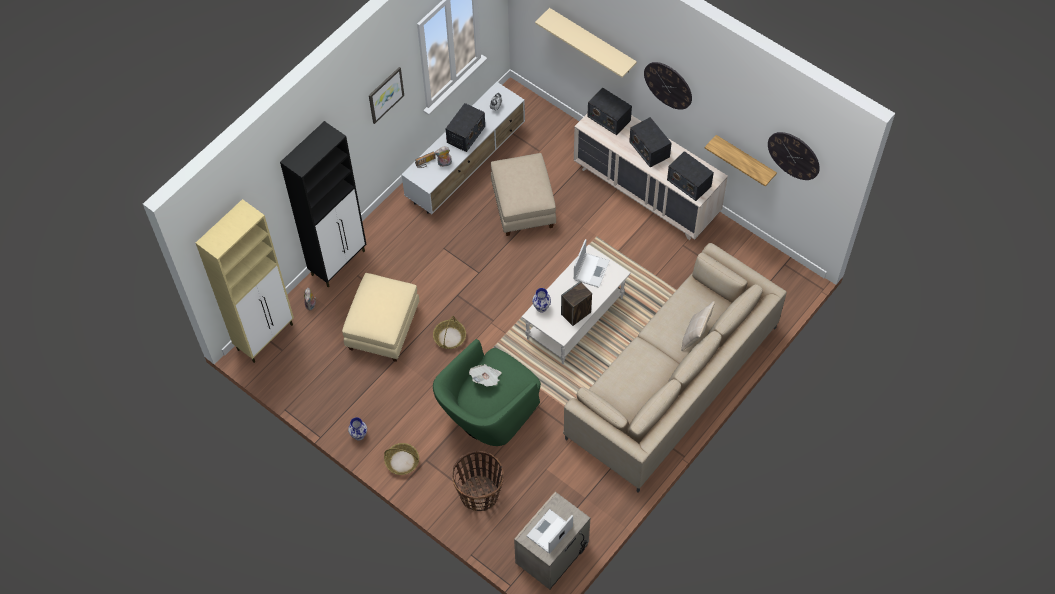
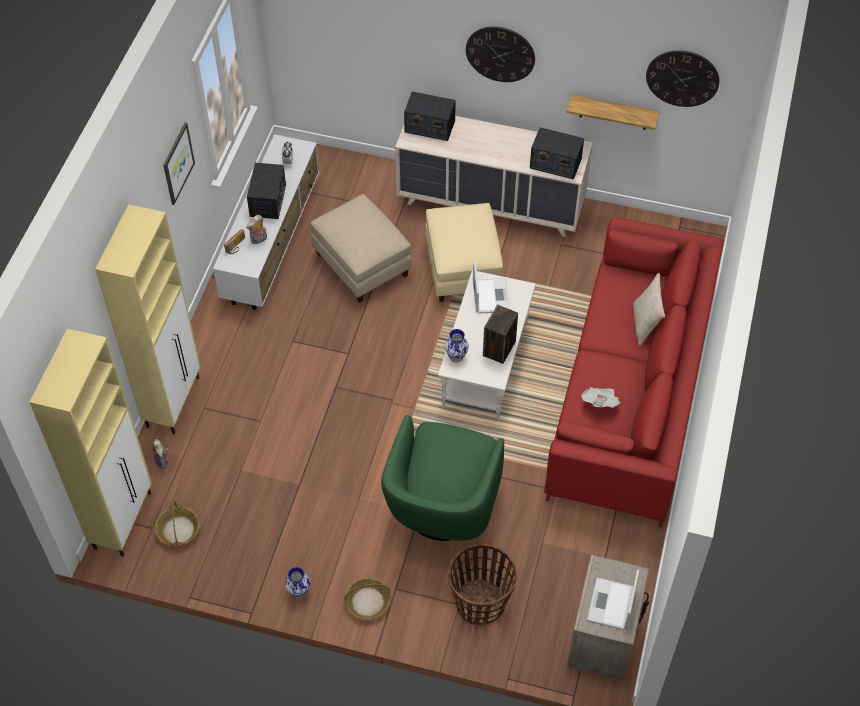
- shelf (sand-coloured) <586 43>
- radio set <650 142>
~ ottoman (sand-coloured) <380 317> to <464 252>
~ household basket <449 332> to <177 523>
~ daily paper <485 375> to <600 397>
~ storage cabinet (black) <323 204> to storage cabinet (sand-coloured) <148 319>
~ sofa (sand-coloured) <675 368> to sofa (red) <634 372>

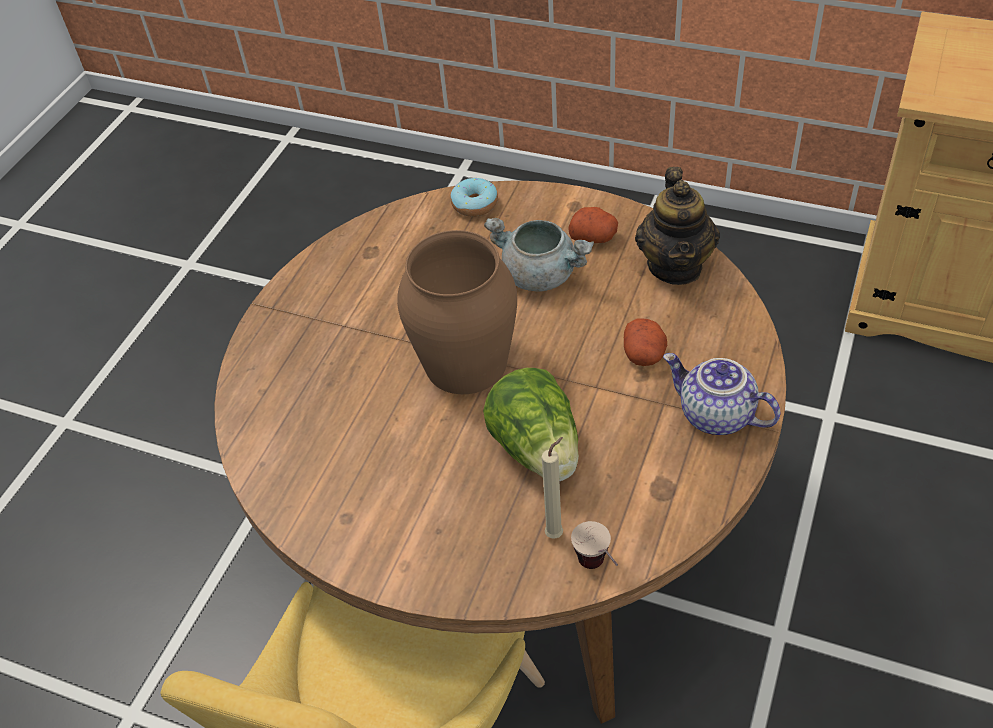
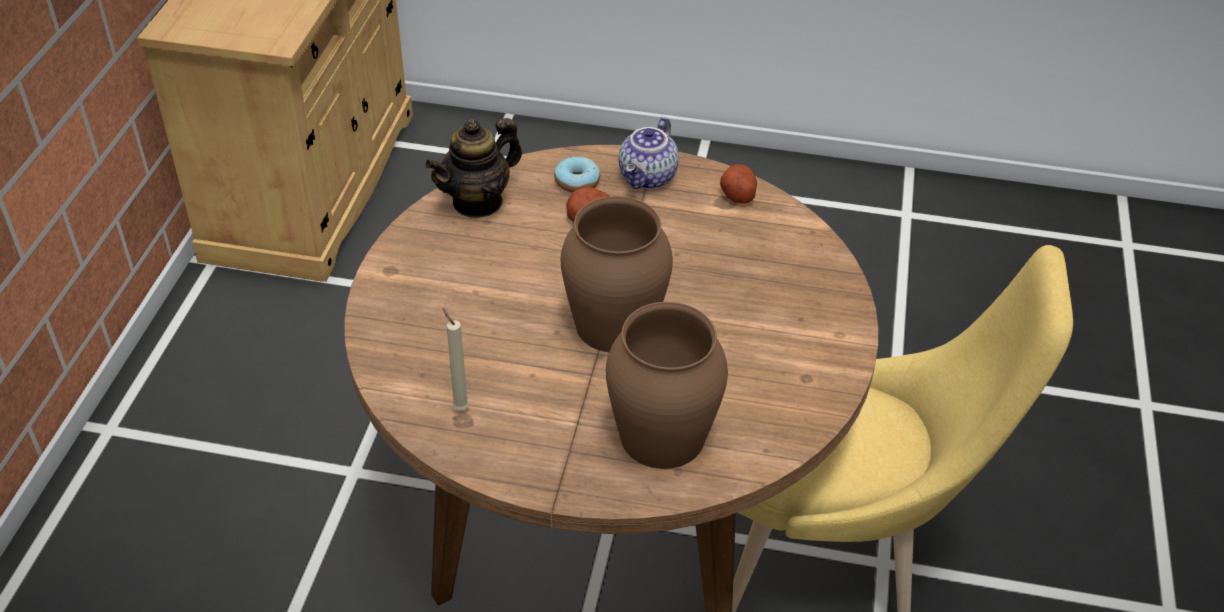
- lettuce <531 424>
- saucepot (grey) <539 254>
- small cup <594 545>
+ flower vase (brown-coloured) <667 385>
~ ring doughnut <474 197> to <577 174>
~ candle (sand-coloured) <552 488> to <455 359>
~ whole potato <593 225> to <738 184>
~ teapot <677 226> = <473 168> 150 degrees clockwise

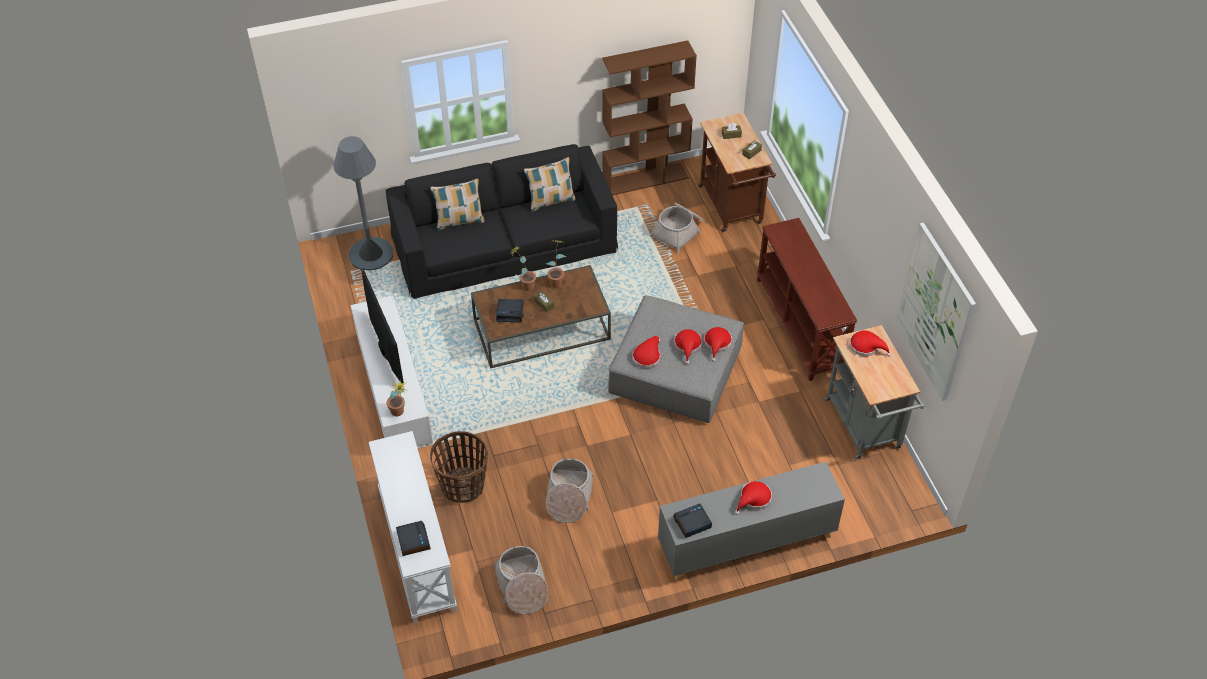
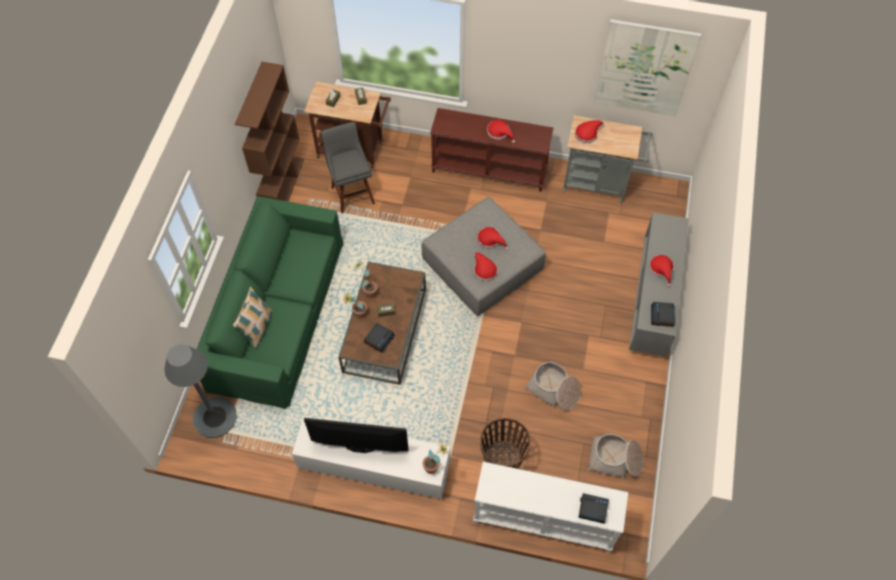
- pillow <549 184>
~ wearable hat (red) <718 344> to <501 131>
~ household basket <677 228> to stool seat (grey) <348 167>
~ sofa (black) <502 221> to sofa (greenish) <270 302>

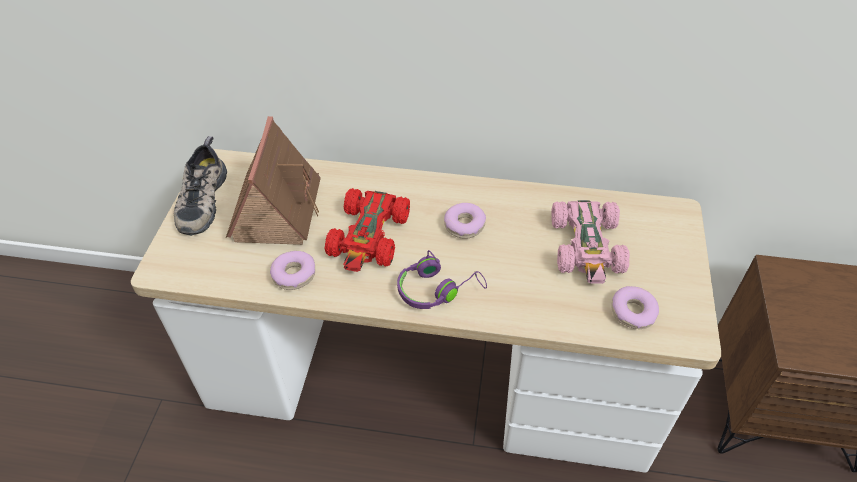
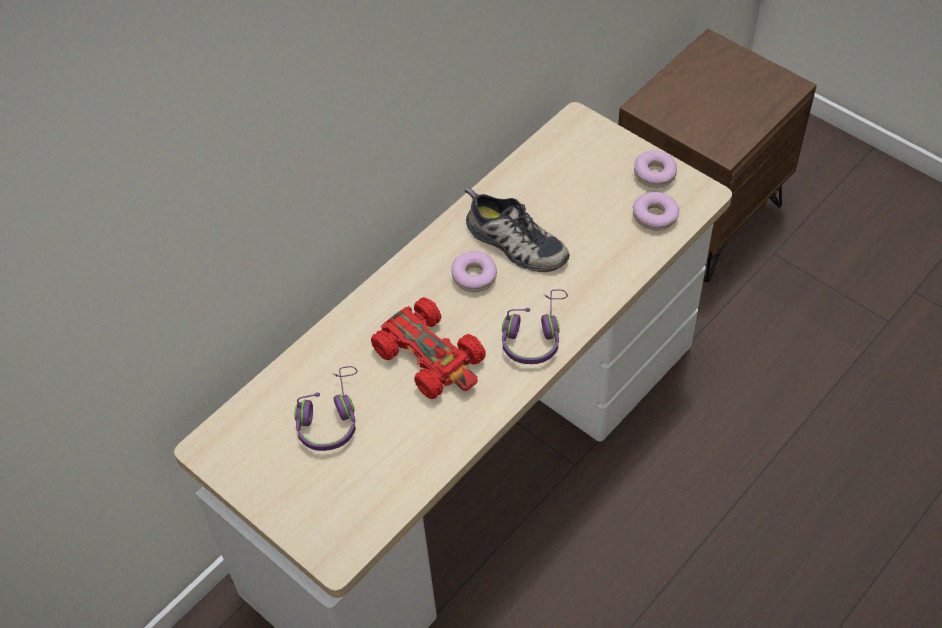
- model car (pink) <590 242>
~ low shoe <200 186> to <517 229>
~ ring doughnut <292 270> to <655 169>
~ model house <273 180> to pair of headphones (purple-coloured) <325 408>

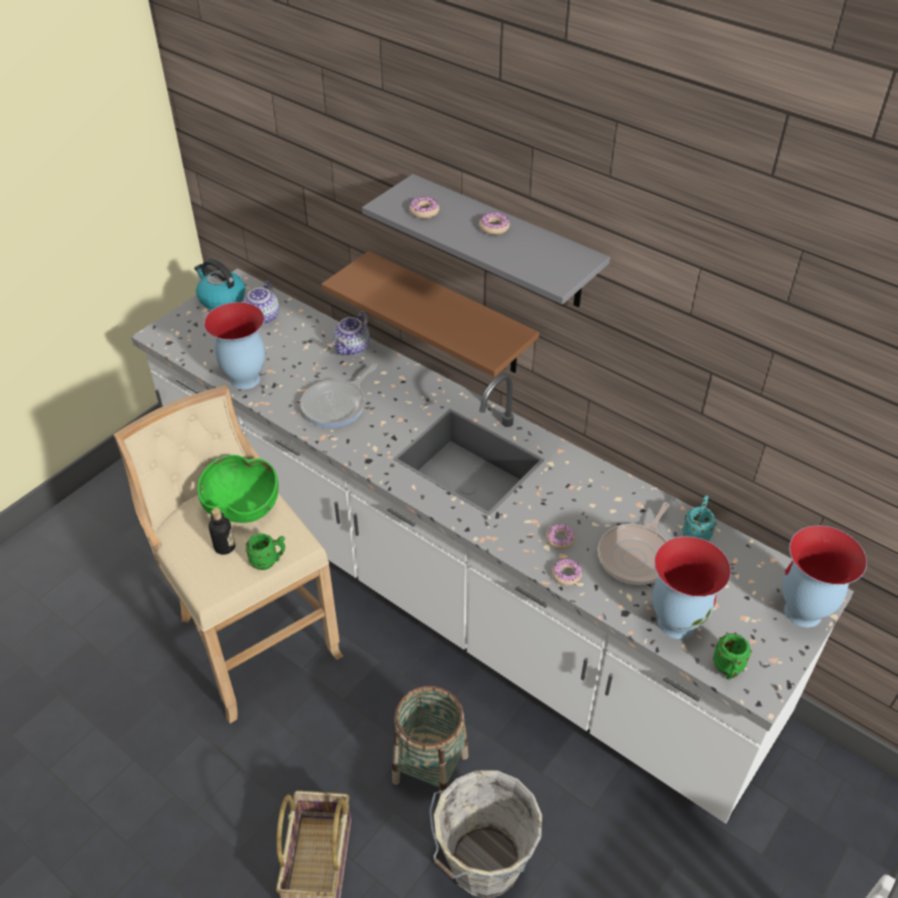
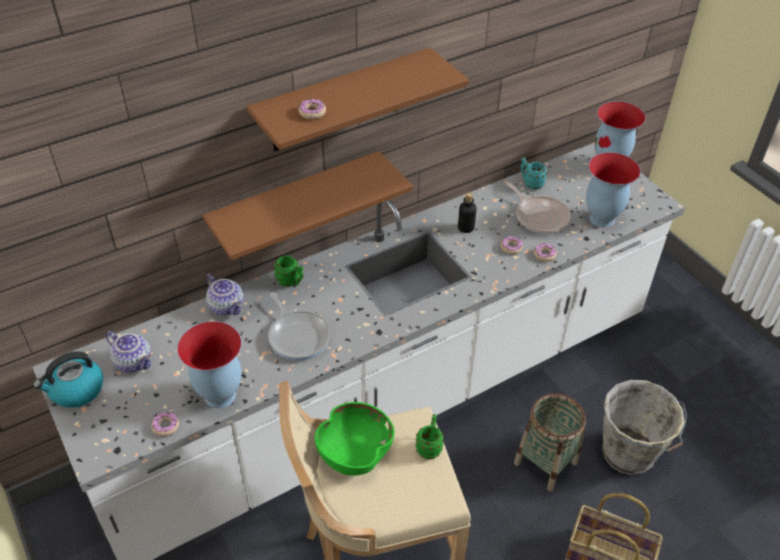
~ drink bottle <222 531> to <467 213>
~ ring doughnut <494 223> to <165 424>
~ tea mug (greenish) <732 657> to <289 271>
~ shelf (grey) <486 240> to shelf (brown-coloured) <358 99>

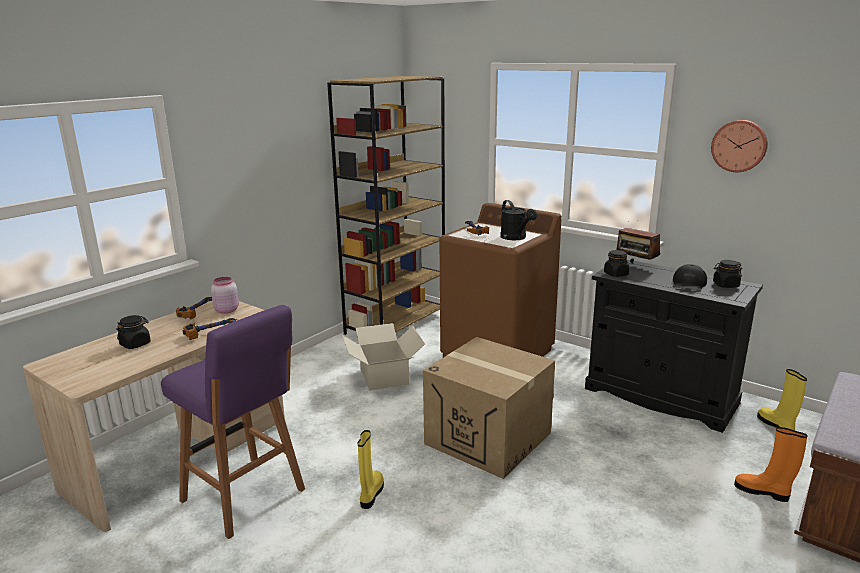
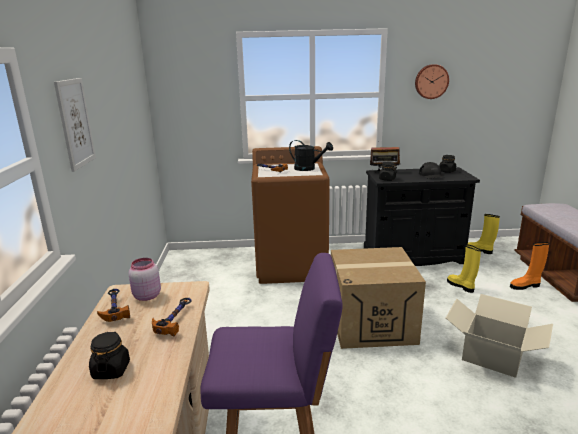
- shelving unit (brown-coloured) <386 205>
+ wall art <75 125>
~ packing box <383 357> to <499 336>
~ high-top boot (yellow) <371 469> to <464 268>

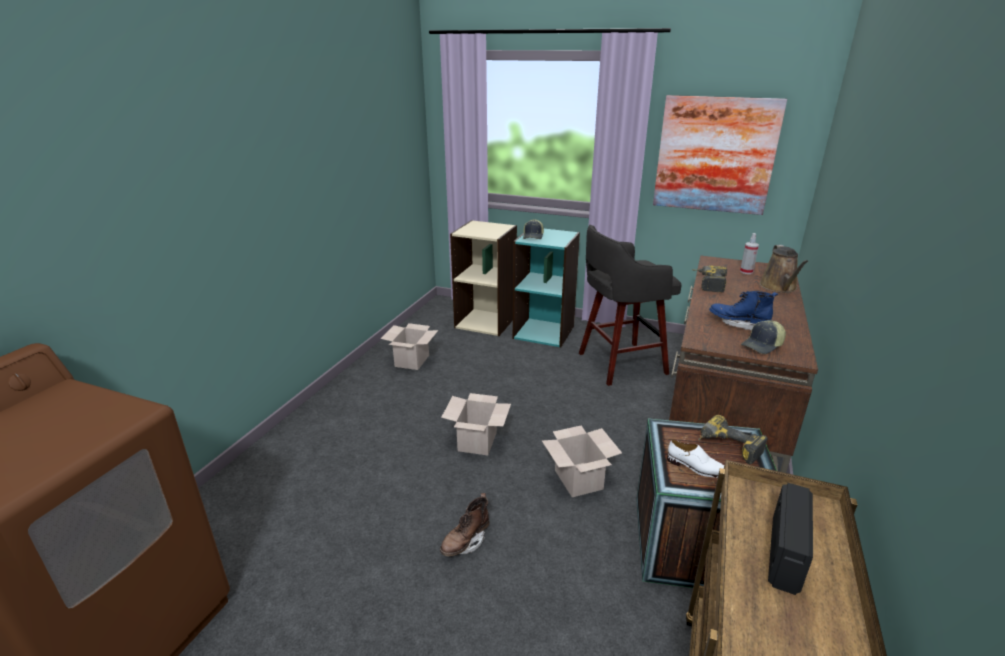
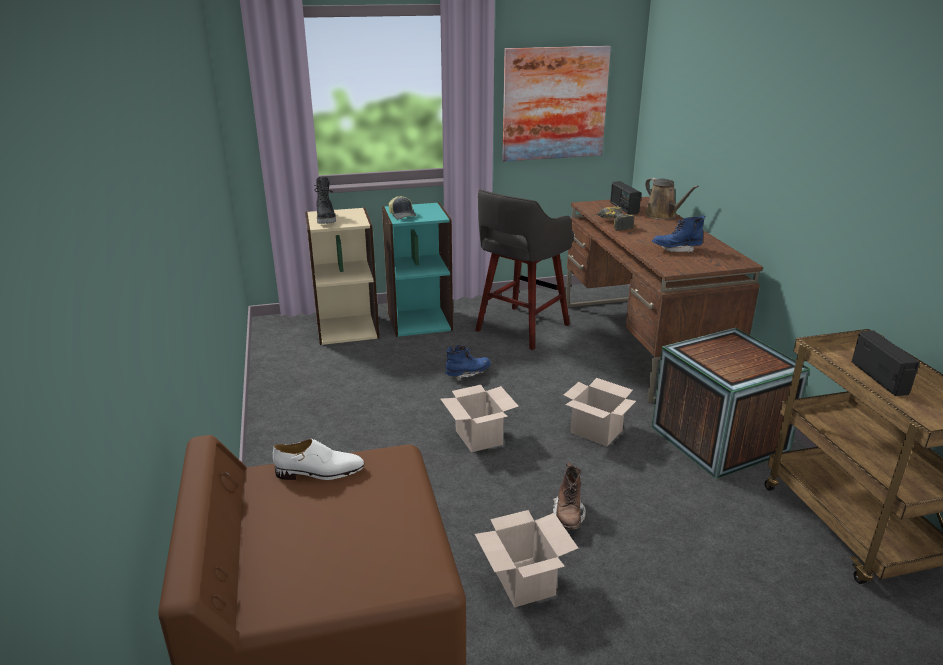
- electric drill <732 439>
- baseball cap <763 337>
+ high-top boot (black) <325 200>
+ high-top boot (blue-coloured) <468 363>
~ packing box <409 346> to <526 559>
~ low shoe (whitish) <695 459> to <319 459>
~ hand sprayer <749 253> to radio set <625 198>

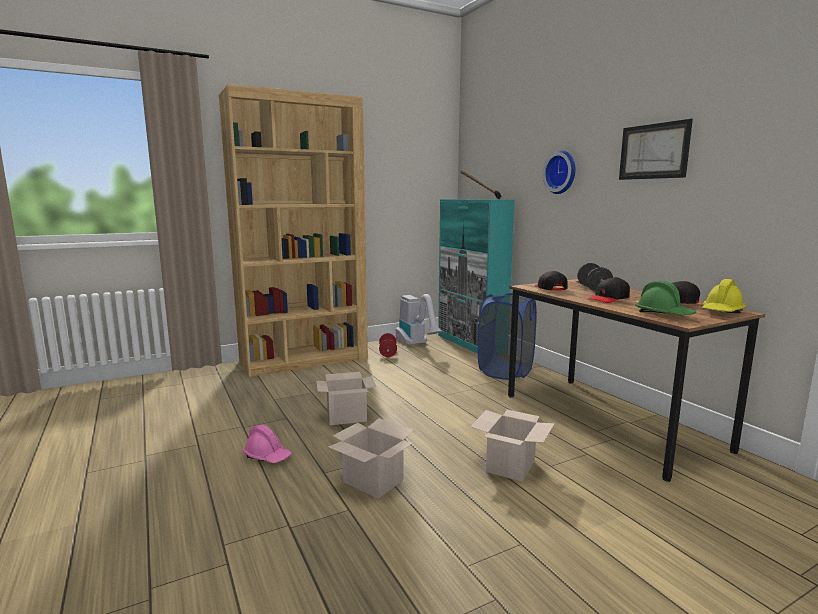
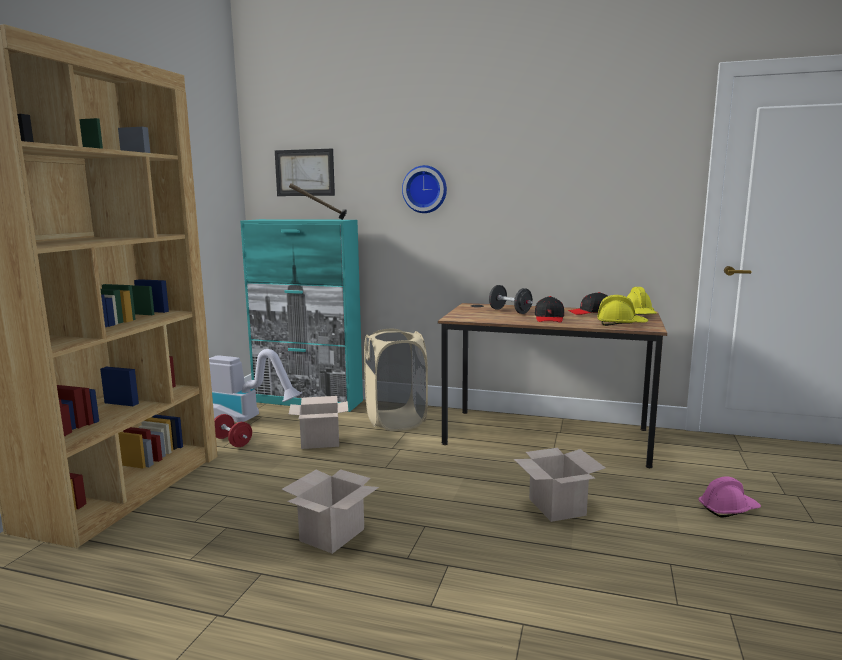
- baseball cap (black) <551 280>
~ safety helmet (pink) <267 444> to <729 496>
~ packing box <371 458> to <318 422>
~ wall art <656 149> to <305 172>
~ hamper (blue-coloured) <507 336> to hamper (sand-coloured) <396 380>
~ safety helmet (greenish) <666 298> to safety helmet (yellow) <622 310>

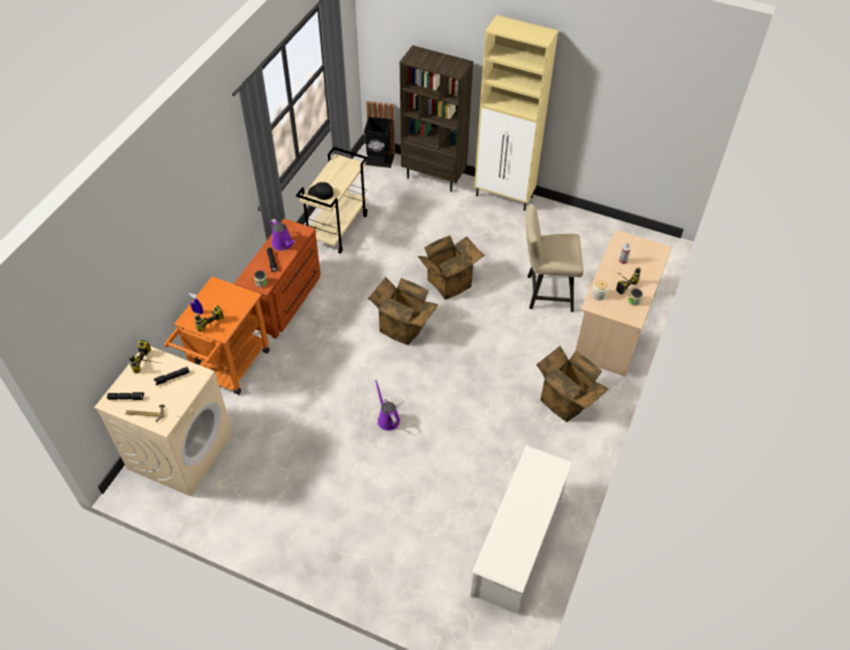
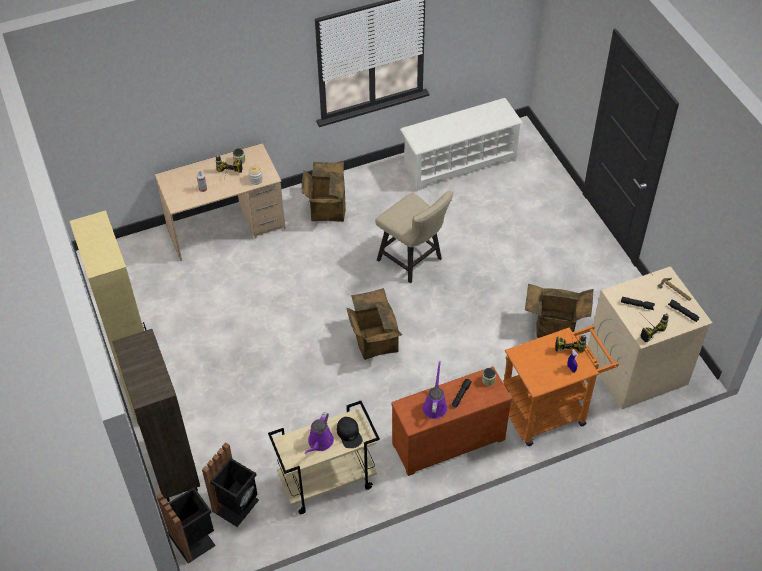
+ trash can (black) <230 484>
~ watering pot (purple-coloured) <387 405> to <319 433>
~ packing box <451 268> to <559 311>
~ chair (sand-coloured) <555 258> to <414 237>

